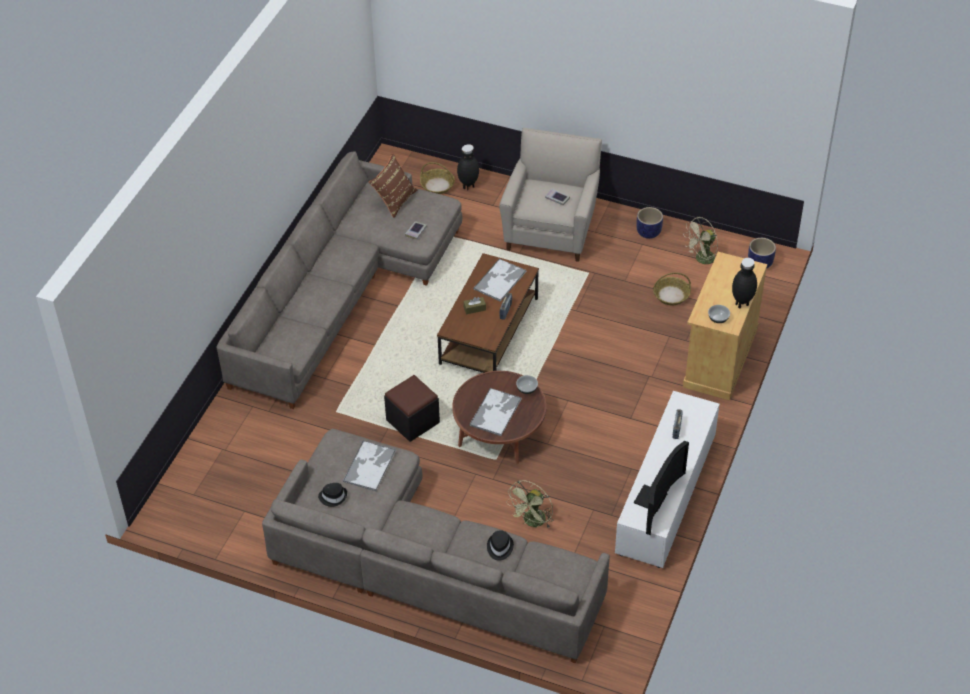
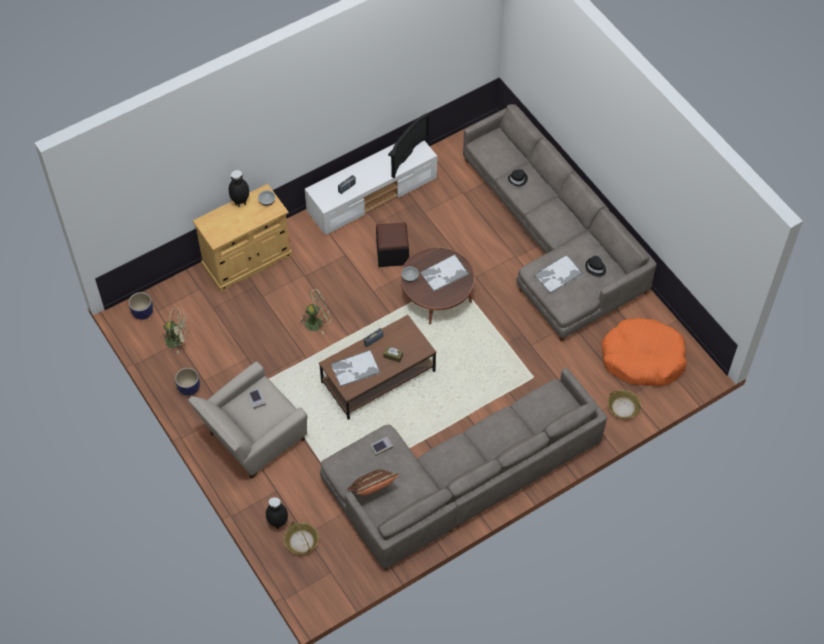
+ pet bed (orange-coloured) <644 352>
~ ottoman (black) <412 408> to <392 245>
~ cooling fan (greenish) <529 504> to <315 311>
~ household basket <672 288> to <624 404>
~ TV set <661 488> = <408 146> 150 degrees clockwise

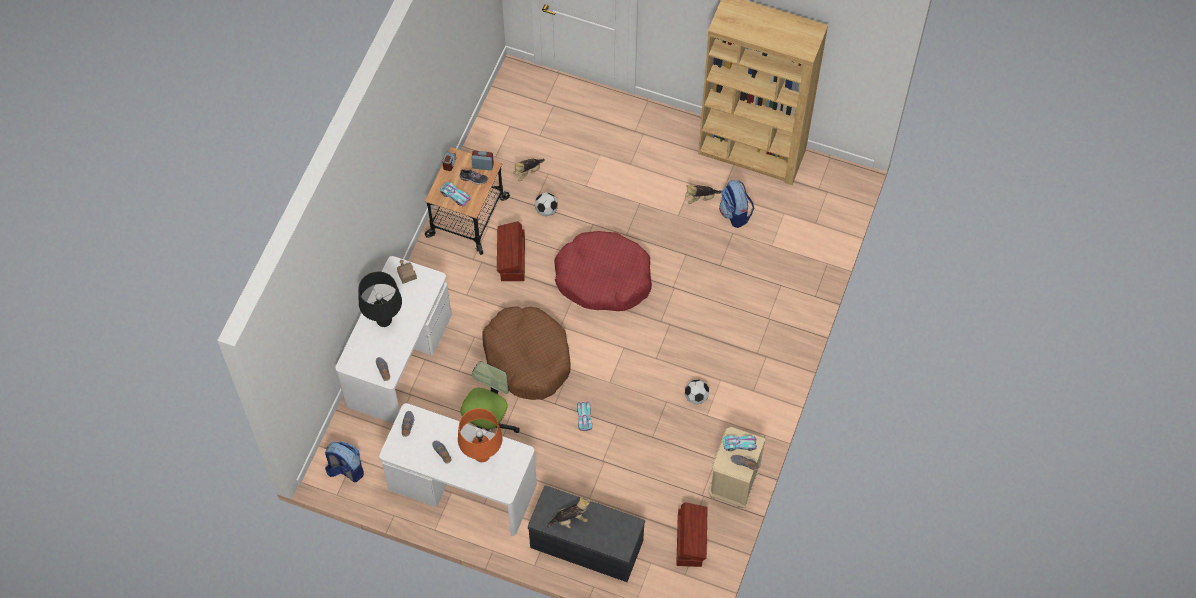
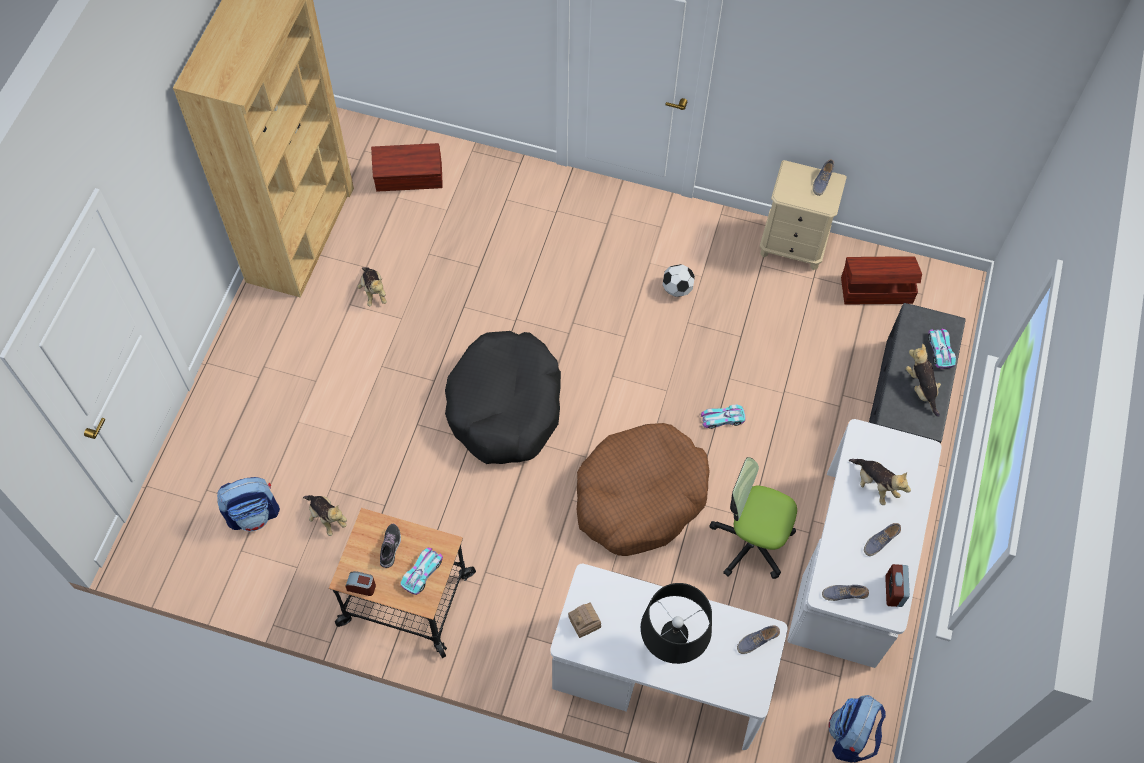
- ball for football <546 204>
~ alarm clock <482 160> to <897 585>
~ storage box (brown-coloured) <511 251> to <406 167>
~ rucksack <736 204> to <248 504>
~ model car <740 443> to <942 348>
~ table lamp (orange-coloured) <480 435> to cuddly toy <880 482>
~ pet bed (red) <603 271> to pet bed (black) <503 397>

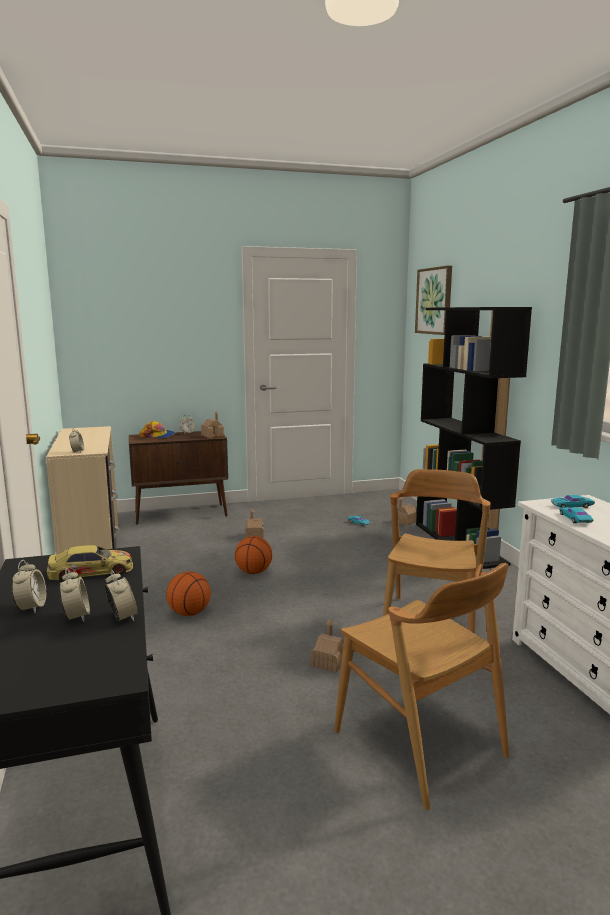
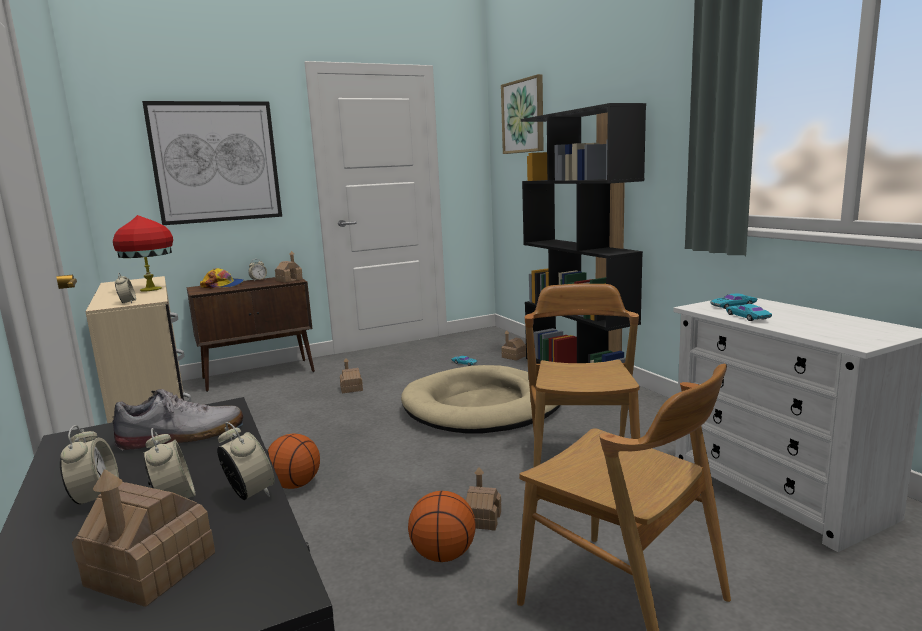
+ model house <143 538>
+ table lamp (red) <143 253>
+ wall art <212 163>
+ pet bed (sand-coloured) <480 399>
~ basketball ball <253 555> to <442 526>
~ model car <90 563> to low shoe <178 420>

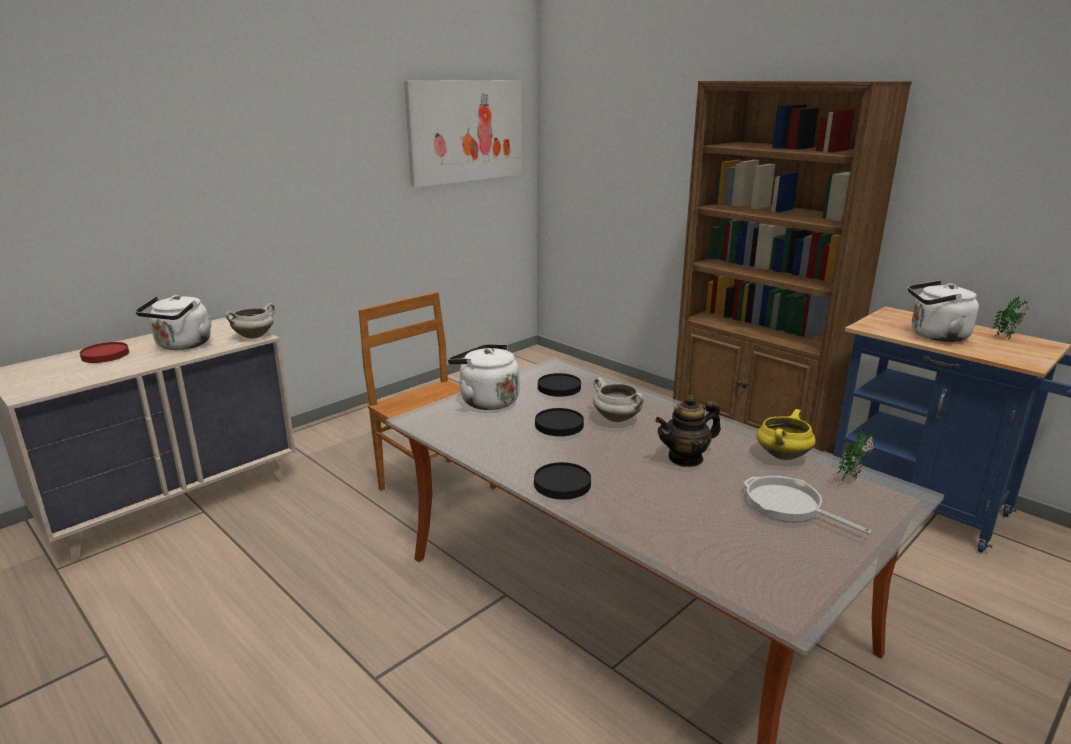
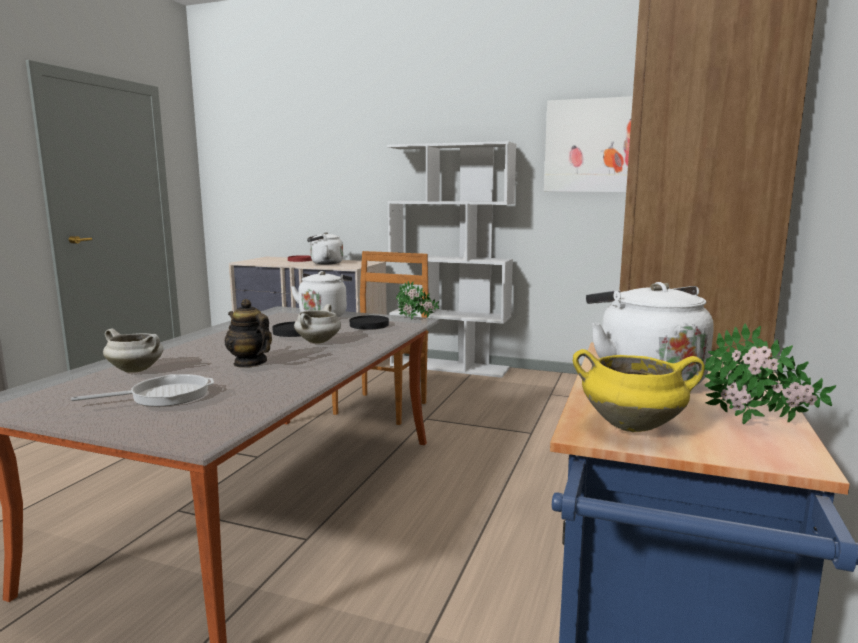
- dinner plate (black) <562 480>
+ shelving unit (whitish) <451 259>
~ saucepot (whitish) <250 321> to <133 351>
~ saucepot (yellow) <786 434> to <639 390>
~ plant in a pot <855 454> to <417 300>
~ frying pan <808 505> = <142 390> 45 degrees clockwise

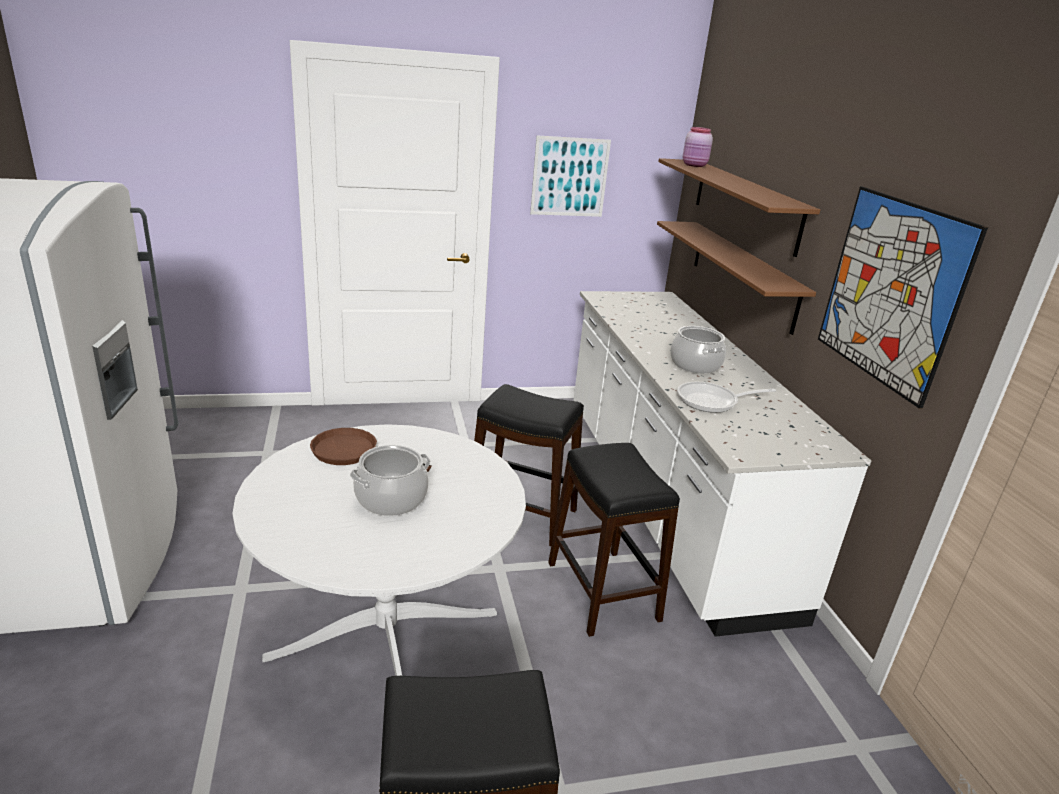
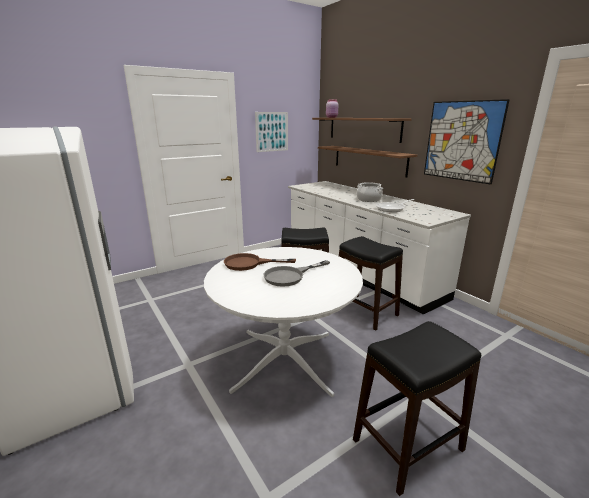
~ saucepot <390 480> to frying pan (grey) <296 273>

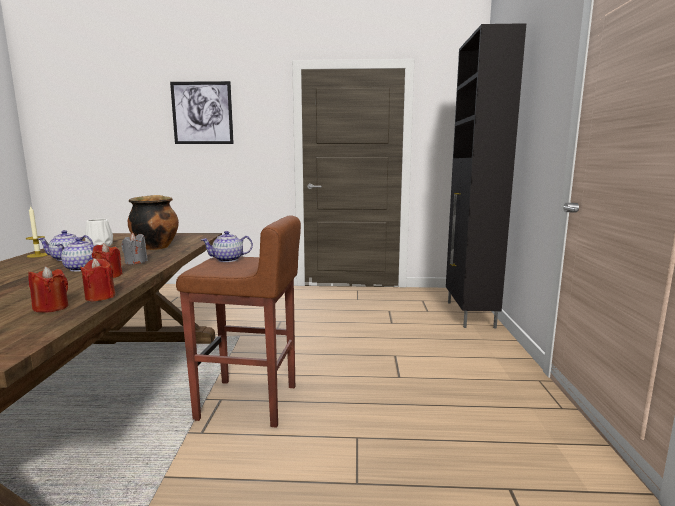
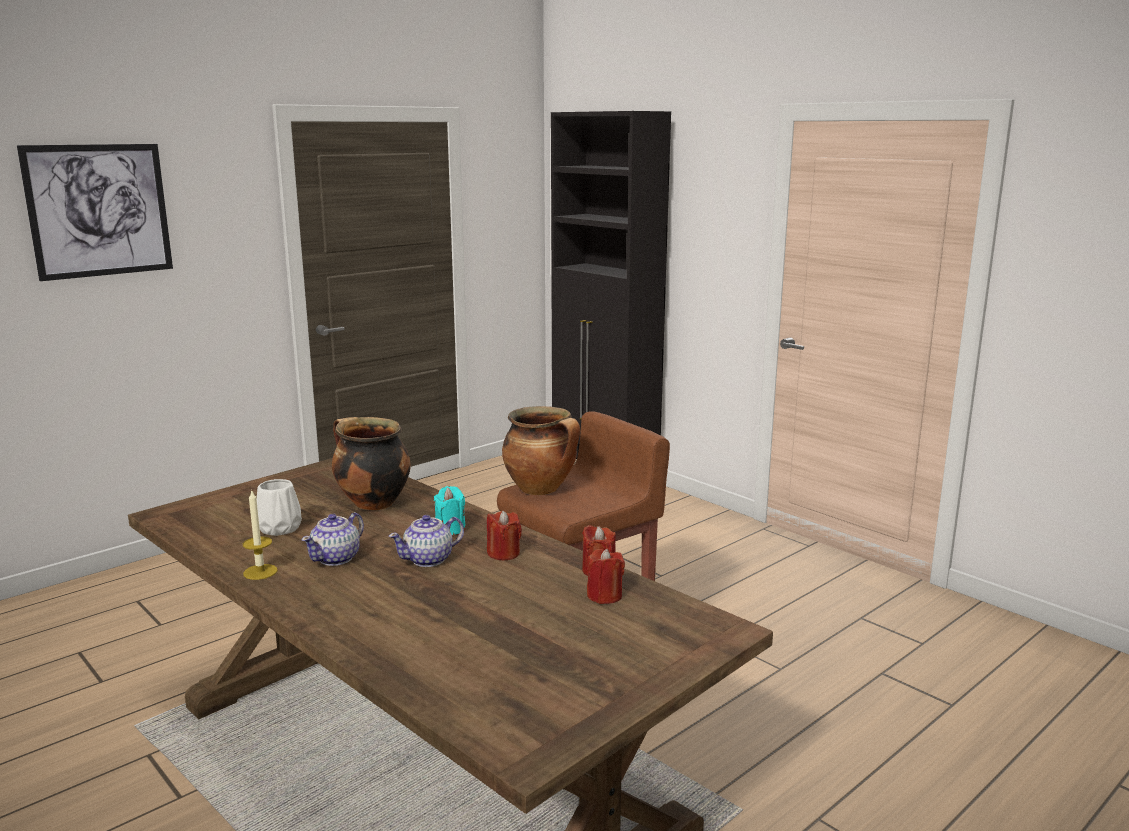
~ teapot <227 246> to saucepot <541 450>
~ candle (grey) <134 248> to candle (turquoise) <449 510>

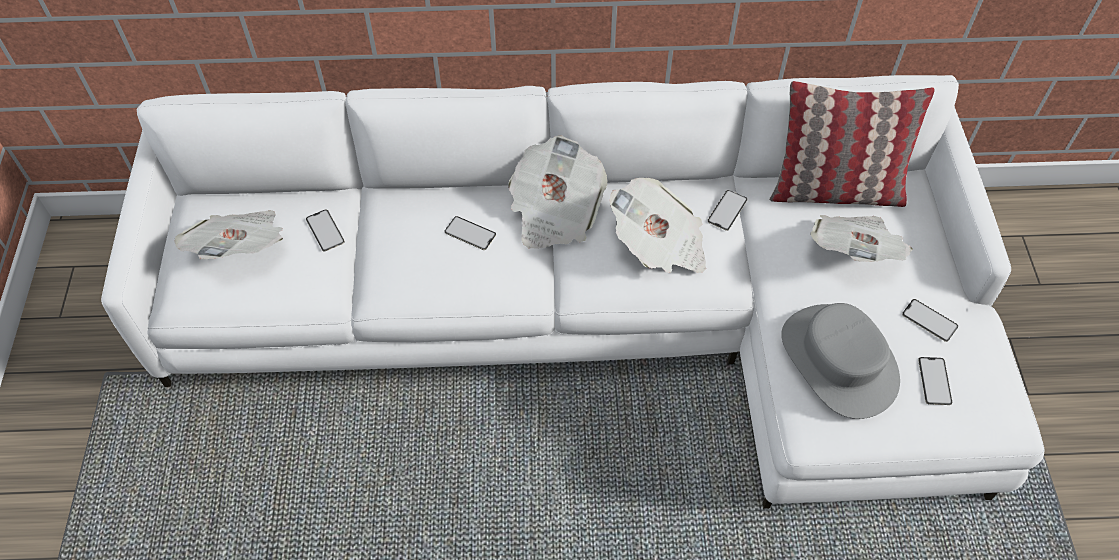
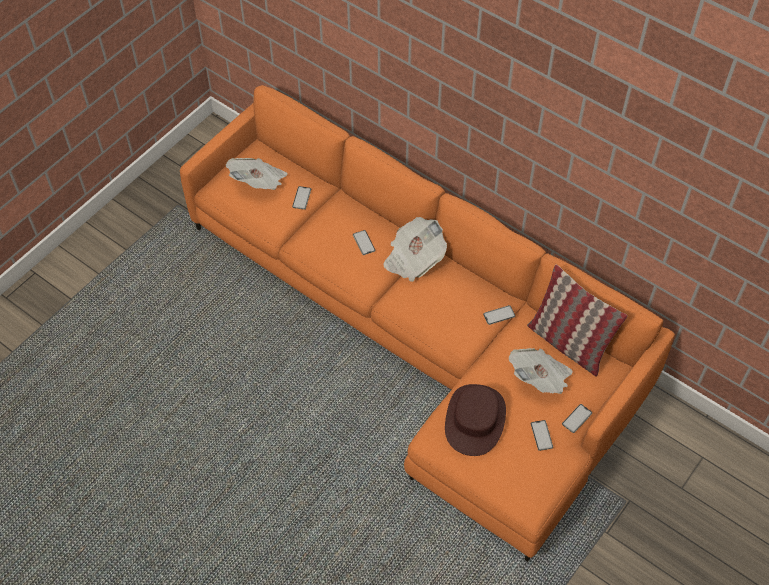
- daily paper <658 225>
~ telephone <935 381> to <577 418>
~ sofa (whitish) <573 292> to sofa (orange-coloured) <427 323>
~ wearable hat (grey) <840 361> to wearable hat (brown-coloured) <475 420>

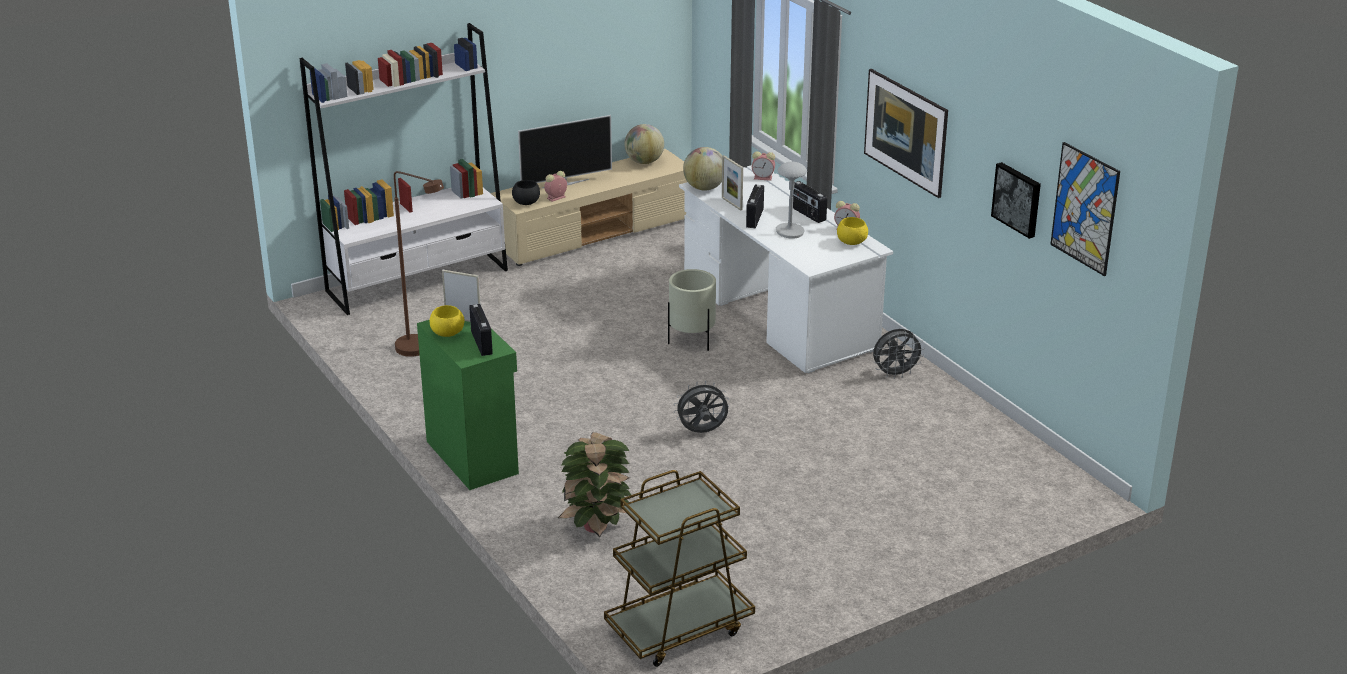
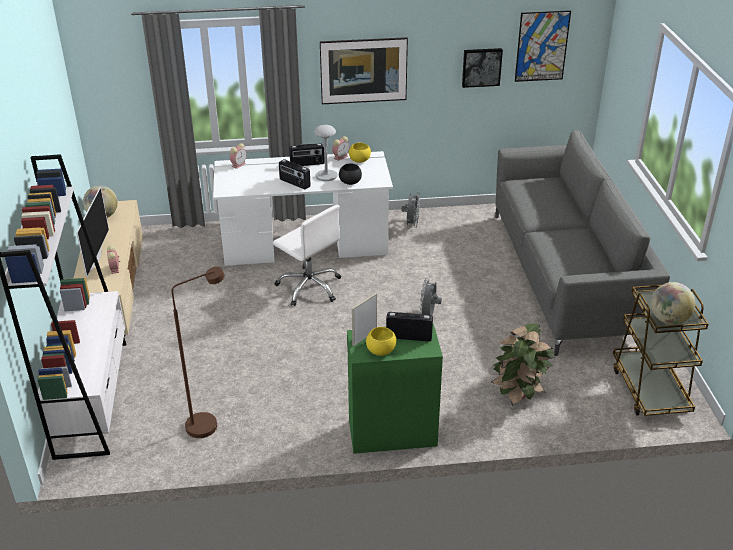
- photo frame <732 183>
+ sofa (grey) <582 243>
~ serving bowl (black) <526 192> to <350 174>
~ desk globe <702 168> to <673 303>
~ plant pot (sand-coloured) <692 310> to computer chair (whitish) <307 255>

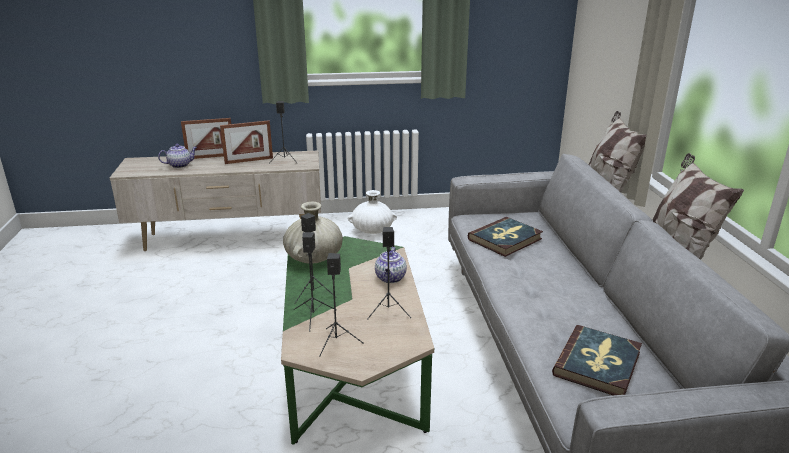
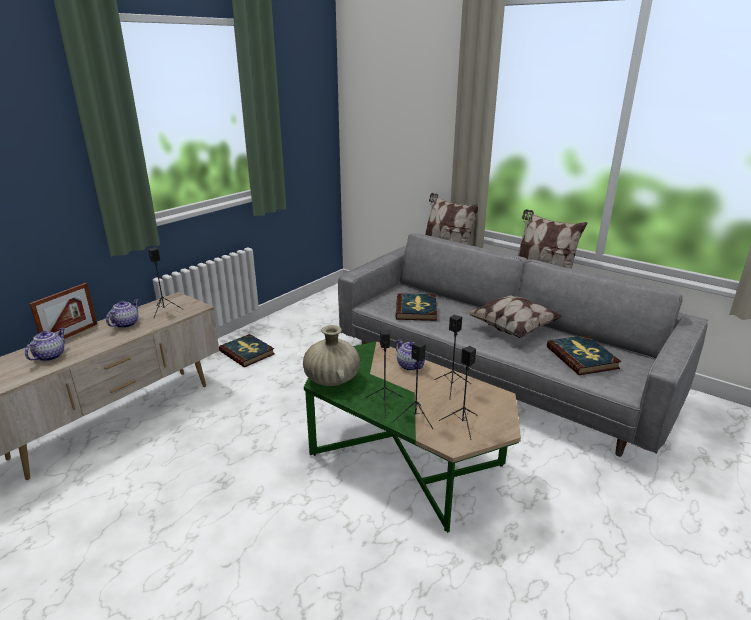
+ pillow <514 316>
~ photo frame <246 142> to teapot <122 313>
~ flower vase (whitish) <372 212> to volume <247 350>

